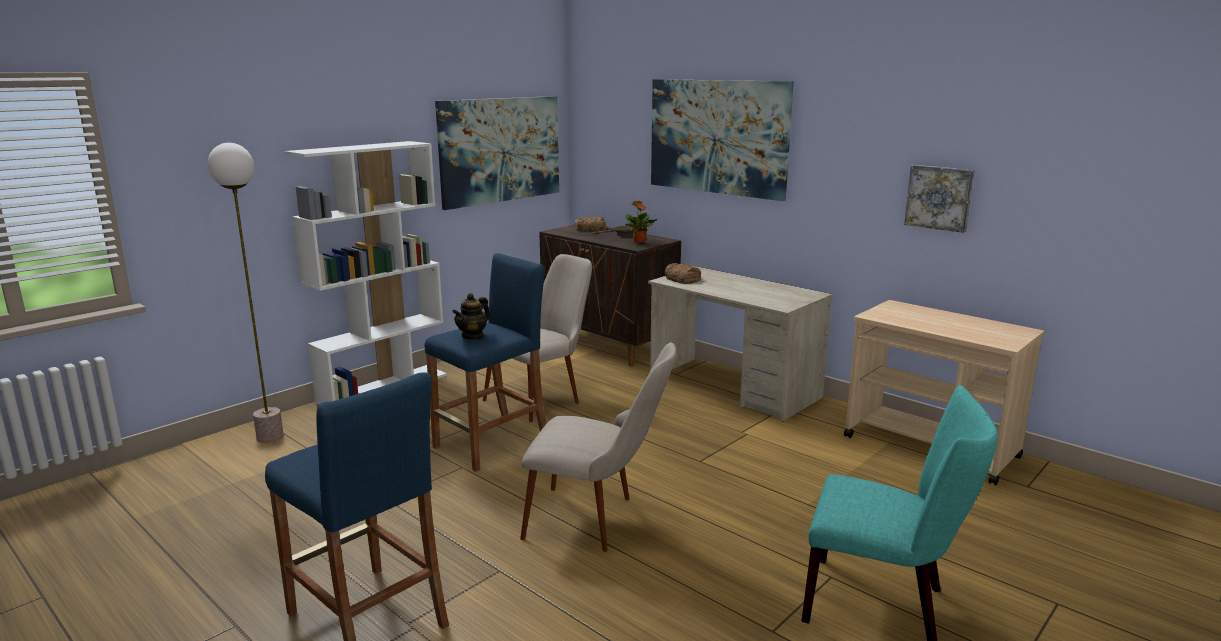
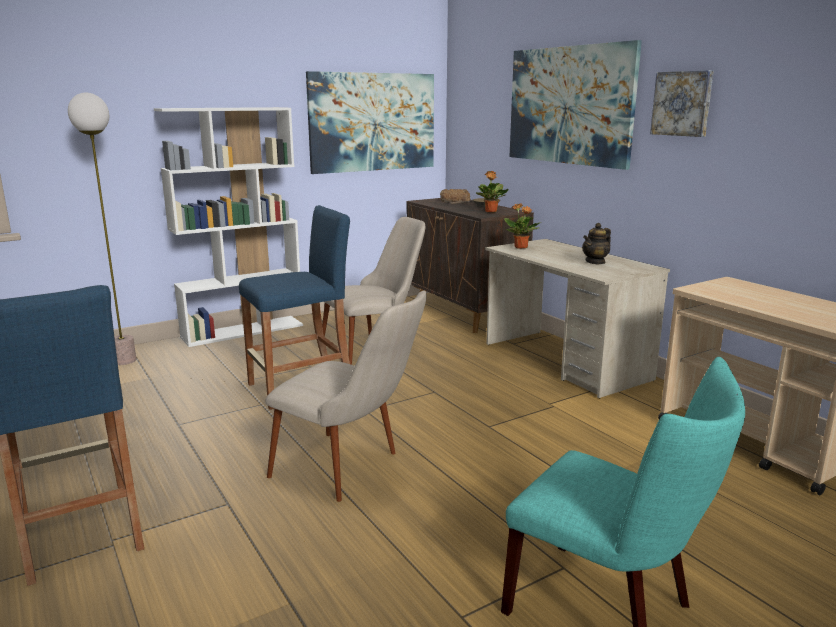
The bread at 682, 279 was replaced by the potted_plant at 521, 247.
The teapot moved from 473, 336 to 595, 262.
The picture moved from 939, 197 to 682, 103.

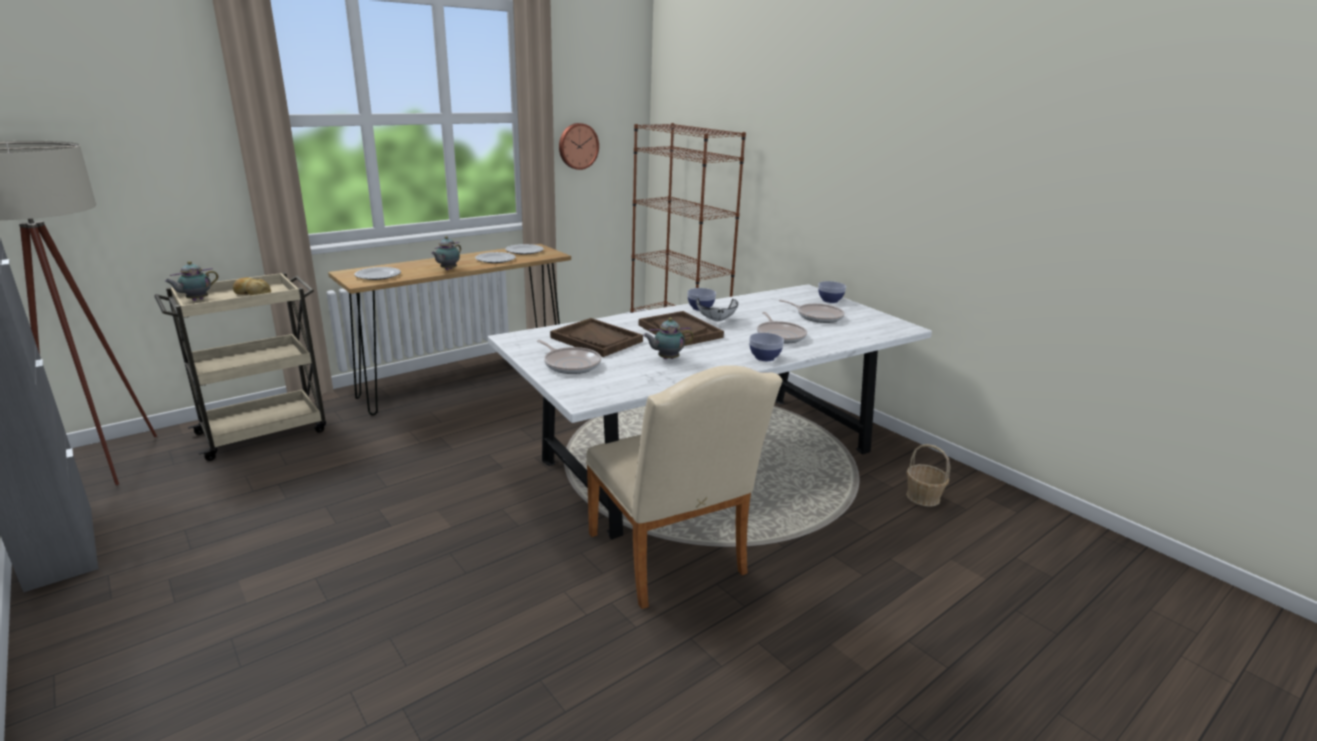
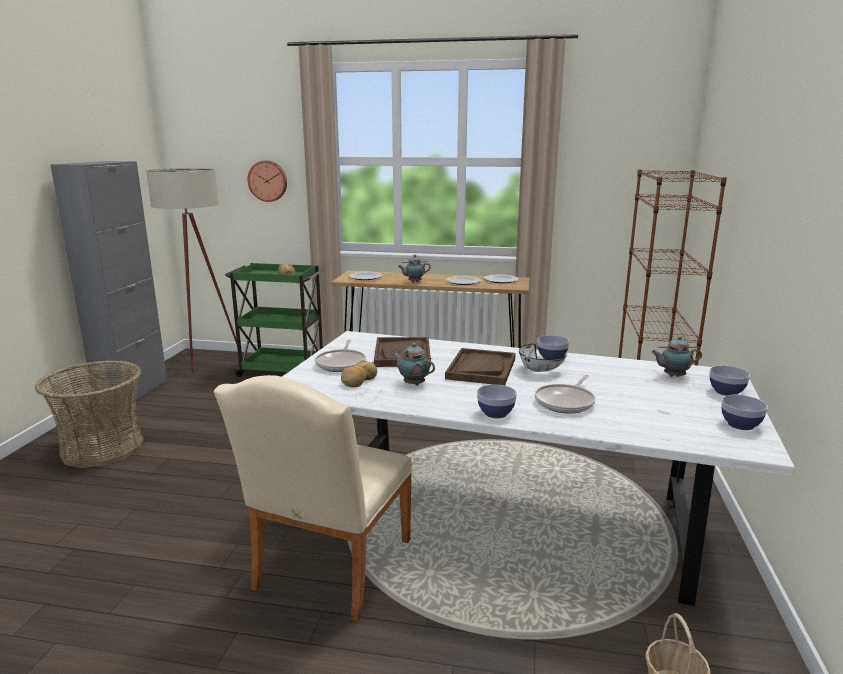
The basket at 103, 448 appeared.
The beige_cart at 265, 431 became the green_cart at 283, 371.
The wall_clock moved from 577, 146 to 268, 181.
The bread at 358, 380 appeared.
The teapot moved from 196, 300 to 672, 376.
The bowl at 740, 425 appeared.
The frying_pan at 817, 316 disappeared.

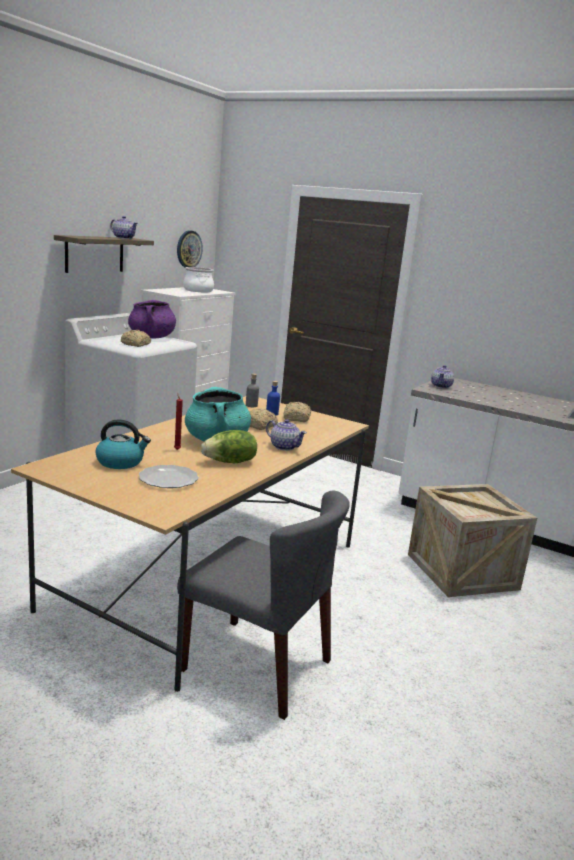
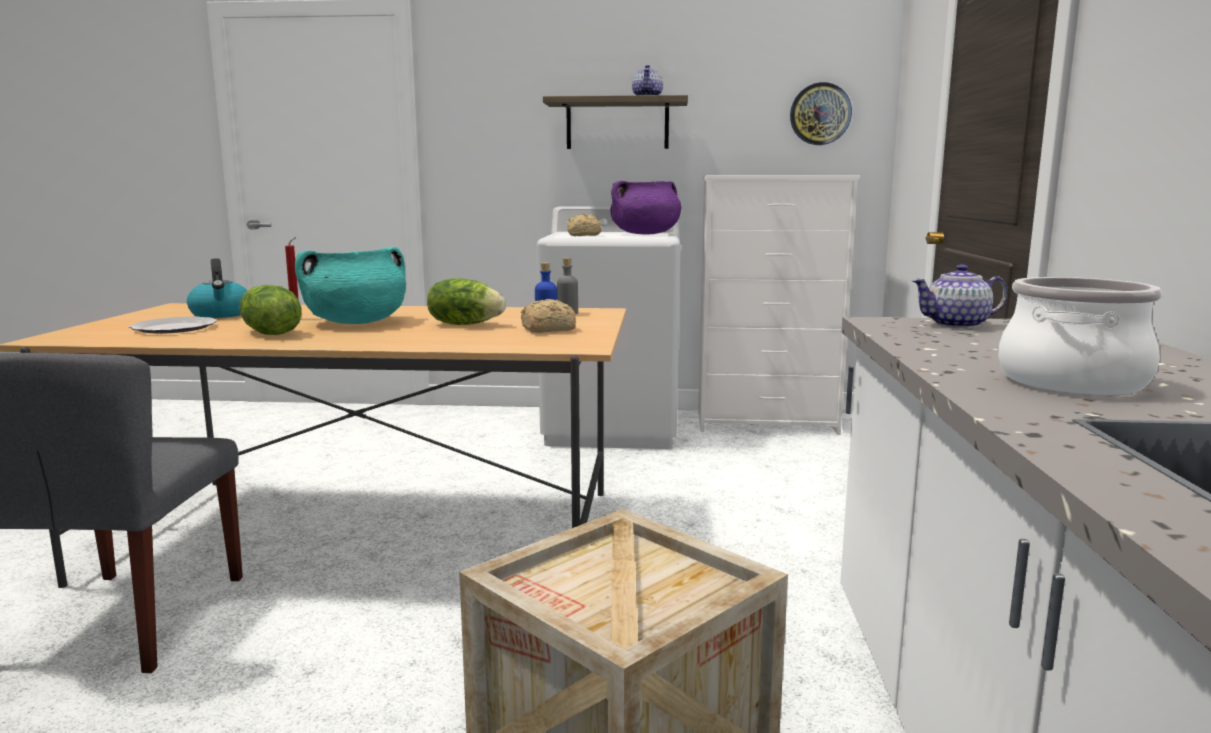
The bread at 259, 426 was replaced by the lettuce at 465, 324.
The cooking_pot moved from 198, 290 to 1073, 382.
The teapot at 284, 447 disappeared.

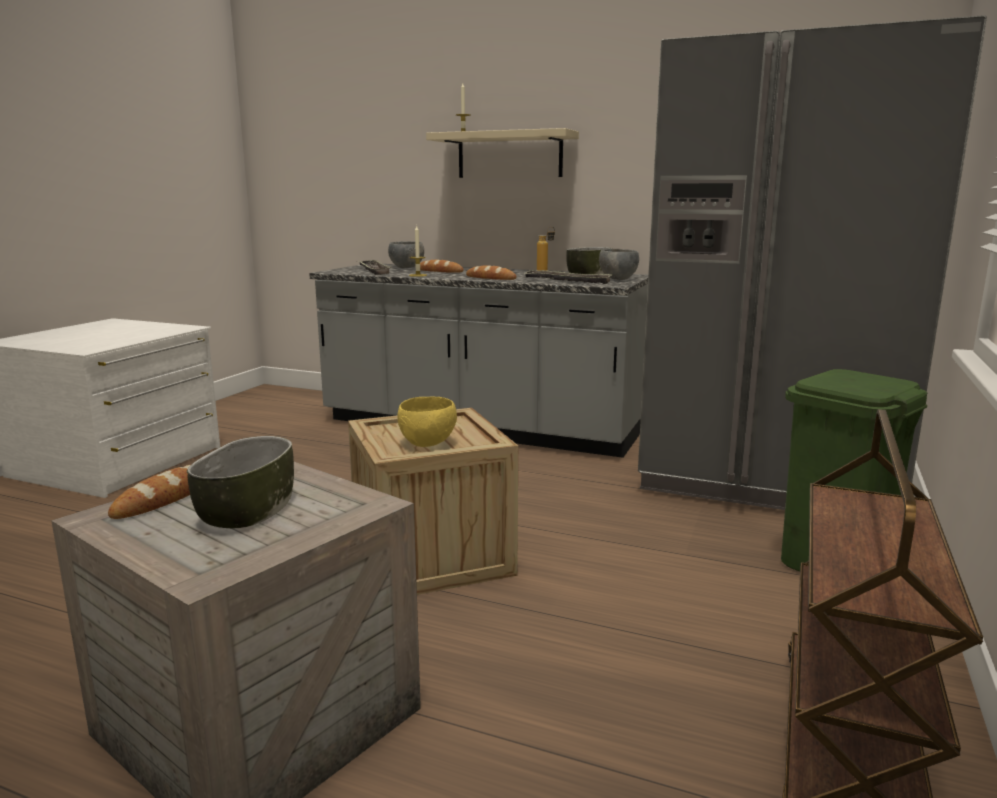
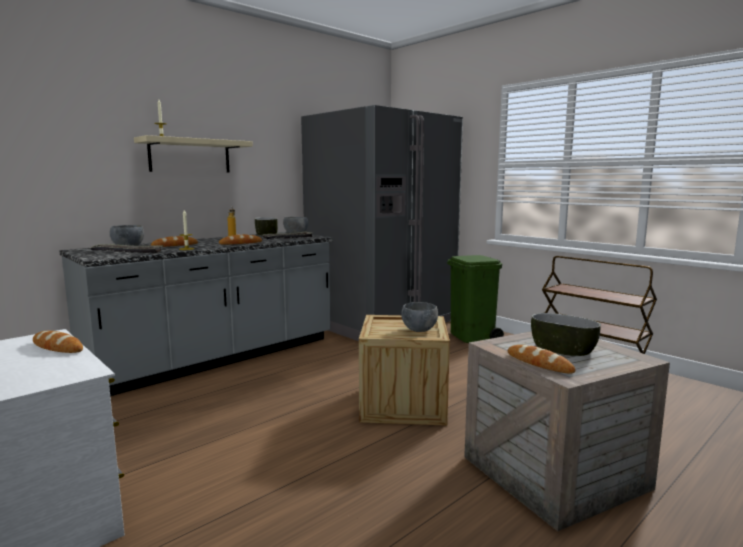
The bread at 57, 347 appeared.
The yellow_bowl at 428, 443 became the grey_bowl at 419, 330.

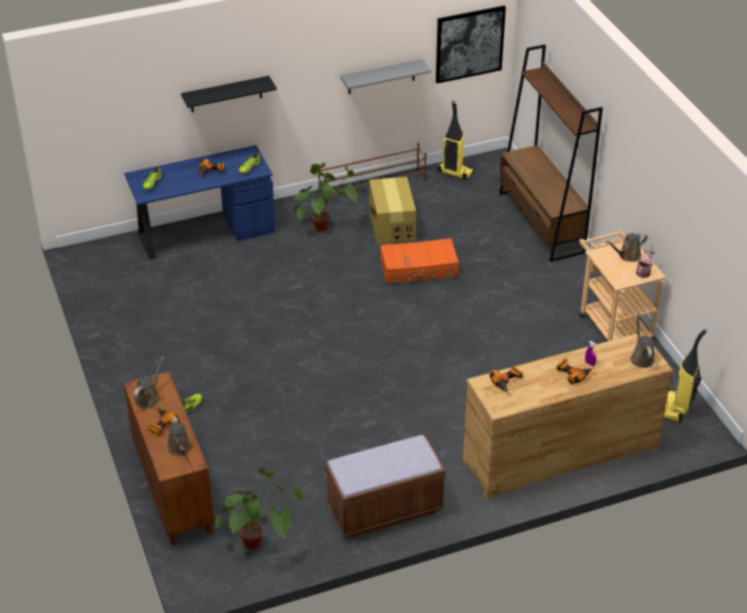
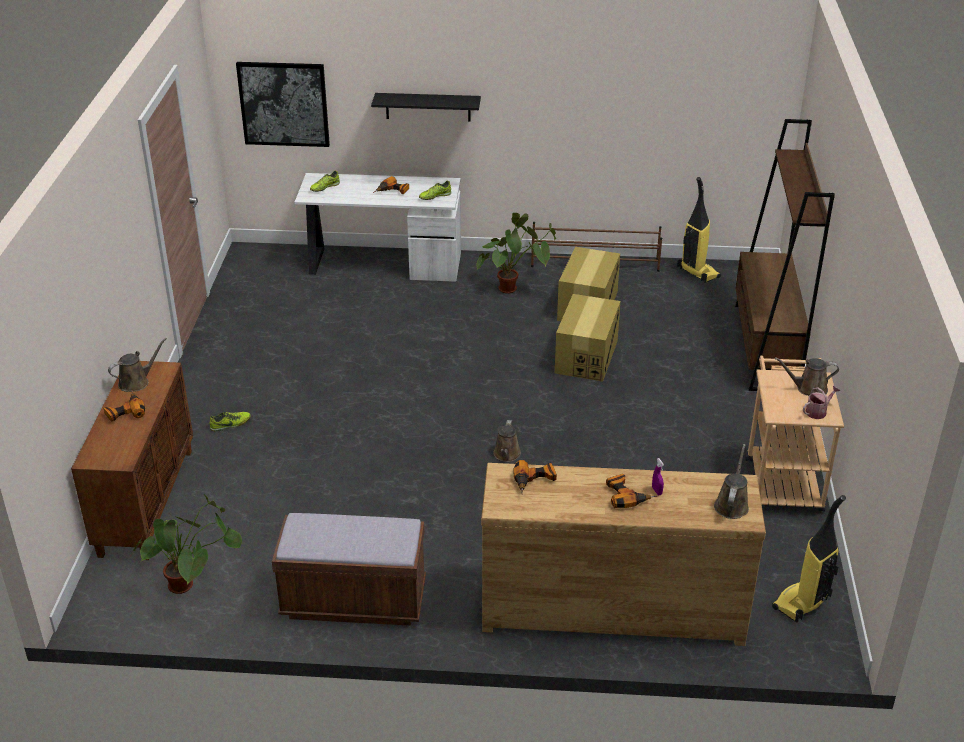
The picture moved from 469, 44 to 284, 104.
The blue_desk at 203, 232 became the white_desk at 382, 263.
The brown_watering_can moved from 180, 449 to 506, 455.
The orange_suitcase at 419, 268 was replaced by the cardboard_box at 586, 356.
The grey_shelf at 381, 77 disappeared.

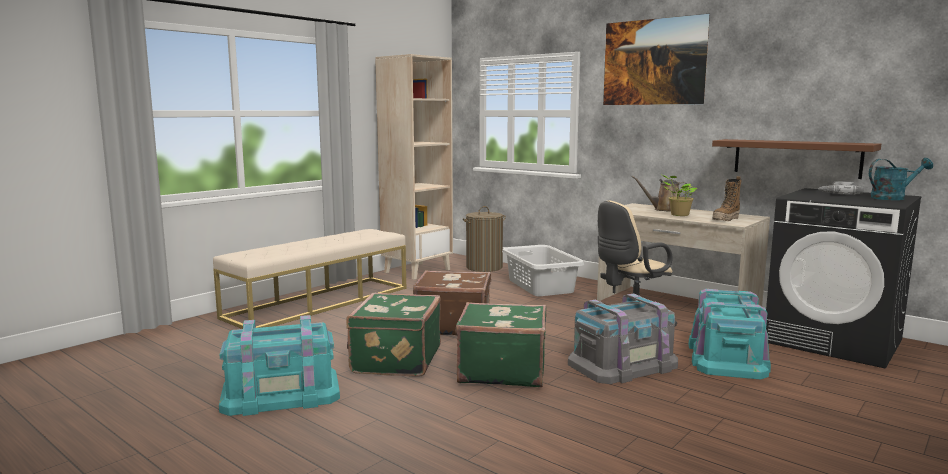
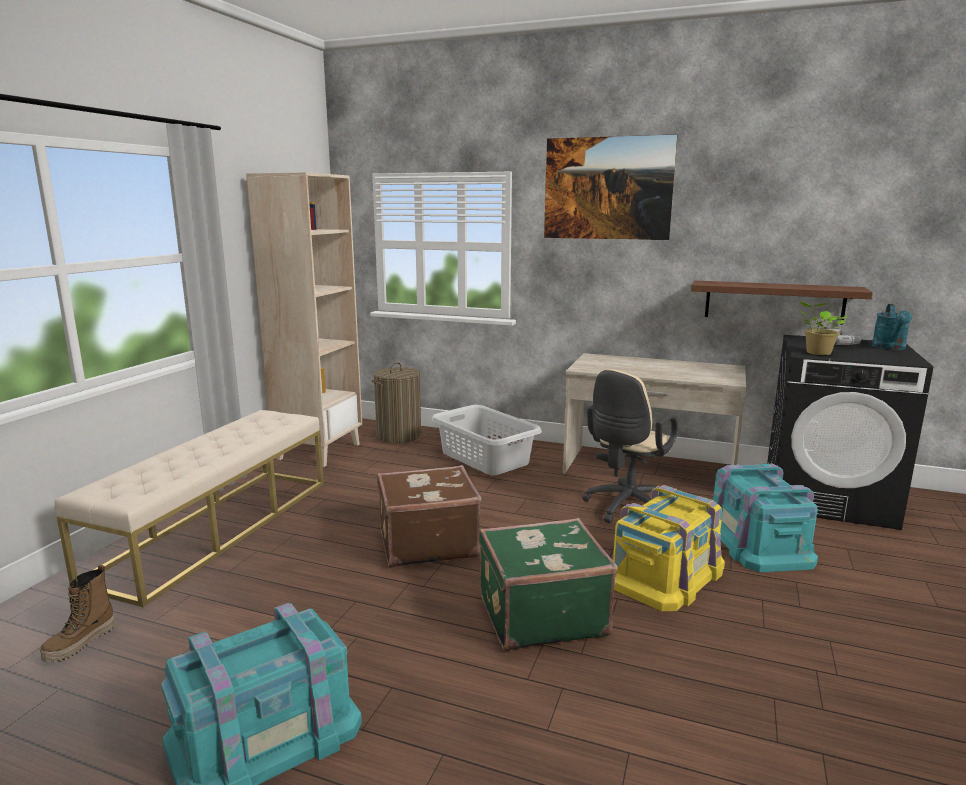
The boot moved from 726, 219 to 80, 644.
The grey_storage_box at 622, 364 became the yellow_storage_box at 664, 573.
The potted_plant moved from 678, 215 to 816, 353.
The turquoise_watering_can at 893, 198 turned 135 degrees clockwise.
The green_suitcase at 395, 360 disappeared.
The brown_watering_can at 664, 210 disappeared.

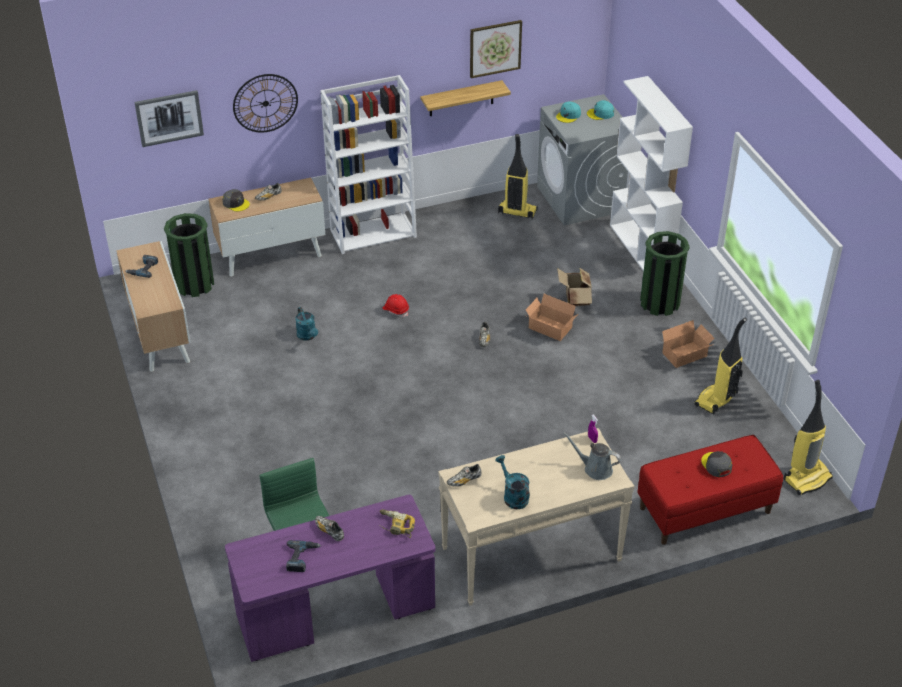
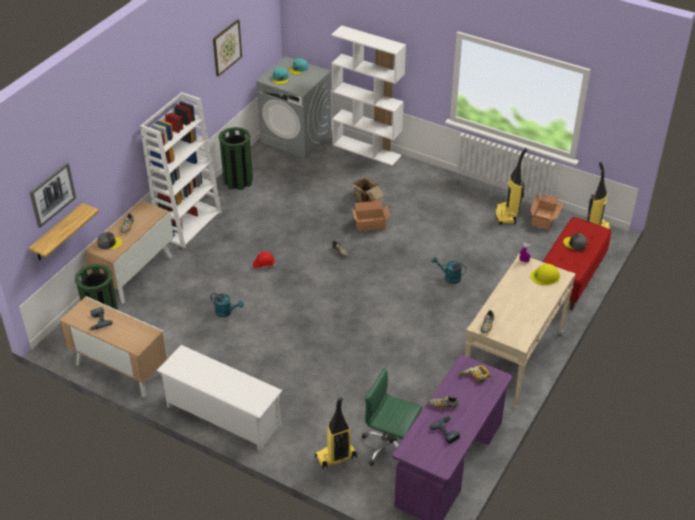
The shelf moved from 461, 98 to 58, 233.
The white_shoe_rack at 223, 416 appeared.
The green_trash_can moved from 659, 303 to 238, 181.
The vacuum_cleaner moved from 516, 212 to 335, 457.
The turquoise_watering_can moved from 513, 496 to 449, 277.
The cardboard_box moved from 686, 355 to 545, 219.
The grey_watering_can at 595, 469 was replaced by the yellow_hard_hat at 545, 276.
The wall_clock at 265, 103 disappeared.

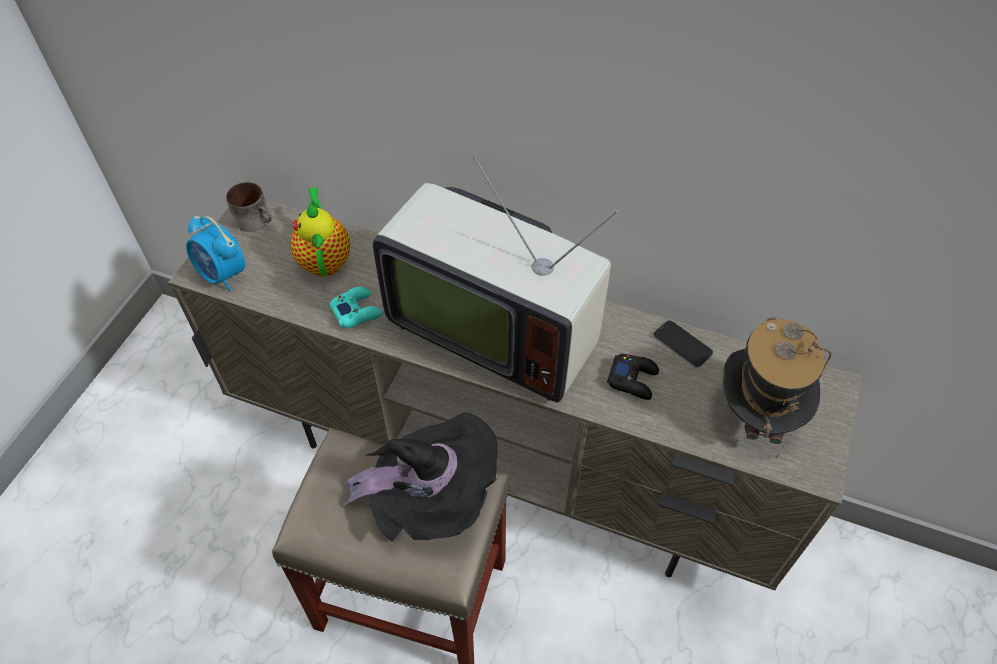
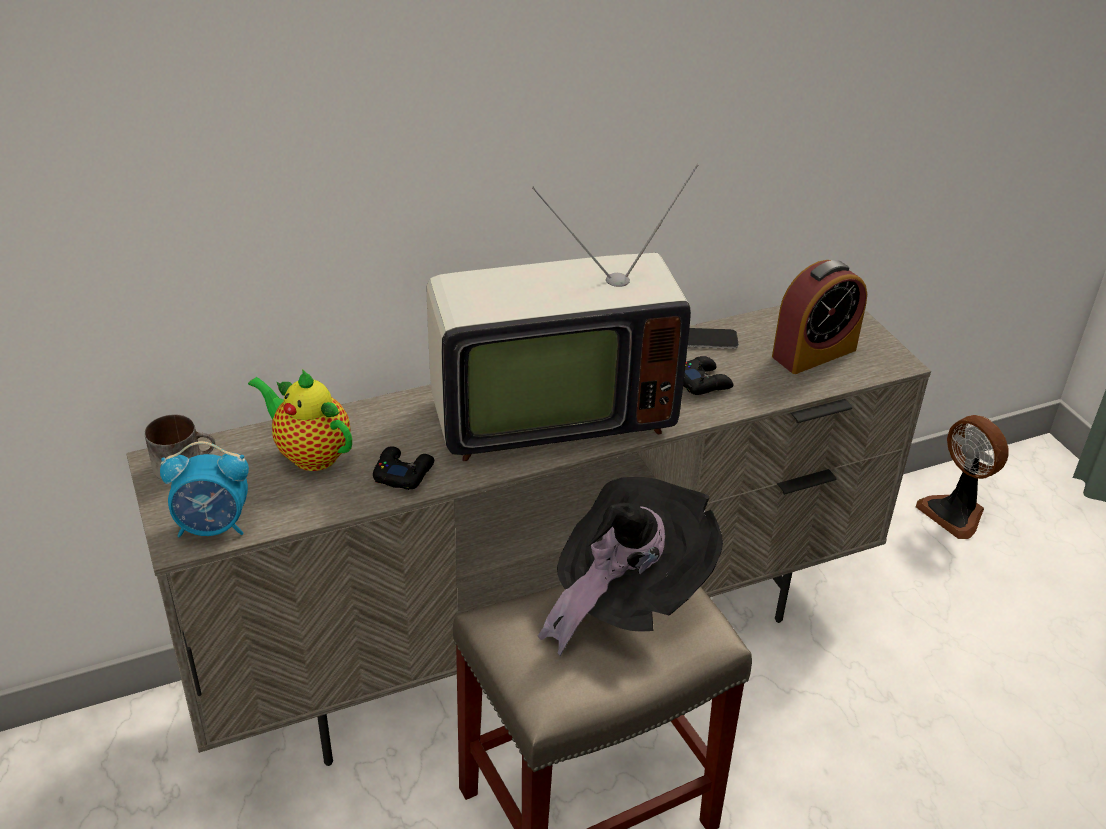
The turquoise_game_controller at 357, 311 became the black_game_controller at 403, 473.
The hat at 756, 415 was replaced by the alarm_clock at 814, 353.
The fan at 955, 513 appeared.

